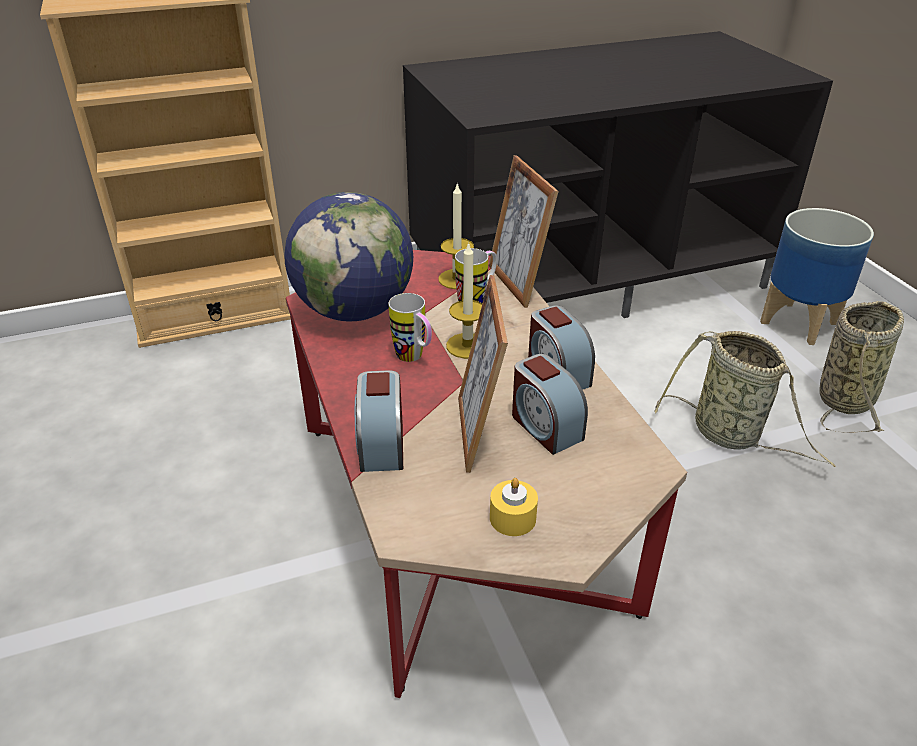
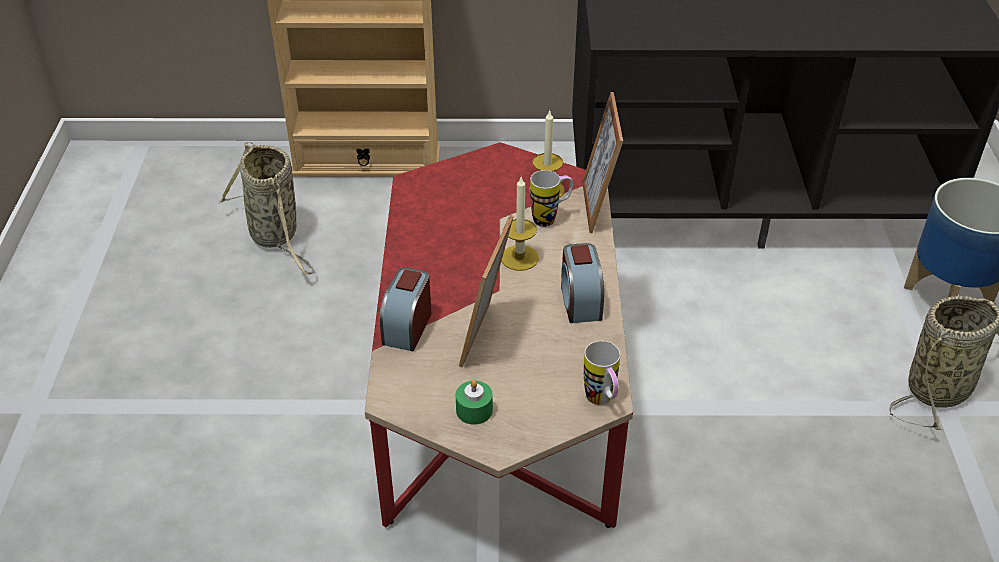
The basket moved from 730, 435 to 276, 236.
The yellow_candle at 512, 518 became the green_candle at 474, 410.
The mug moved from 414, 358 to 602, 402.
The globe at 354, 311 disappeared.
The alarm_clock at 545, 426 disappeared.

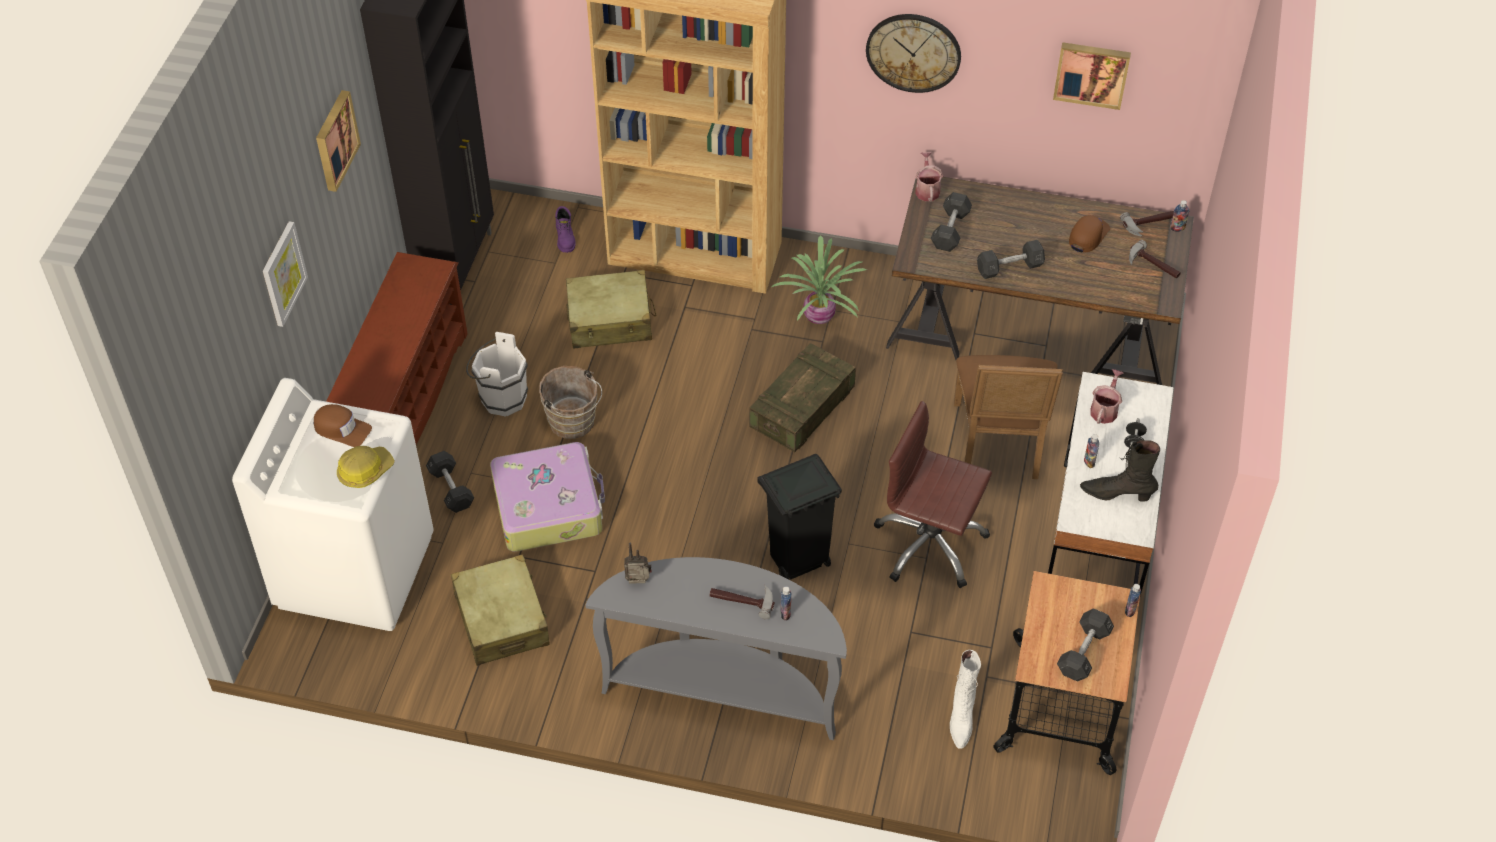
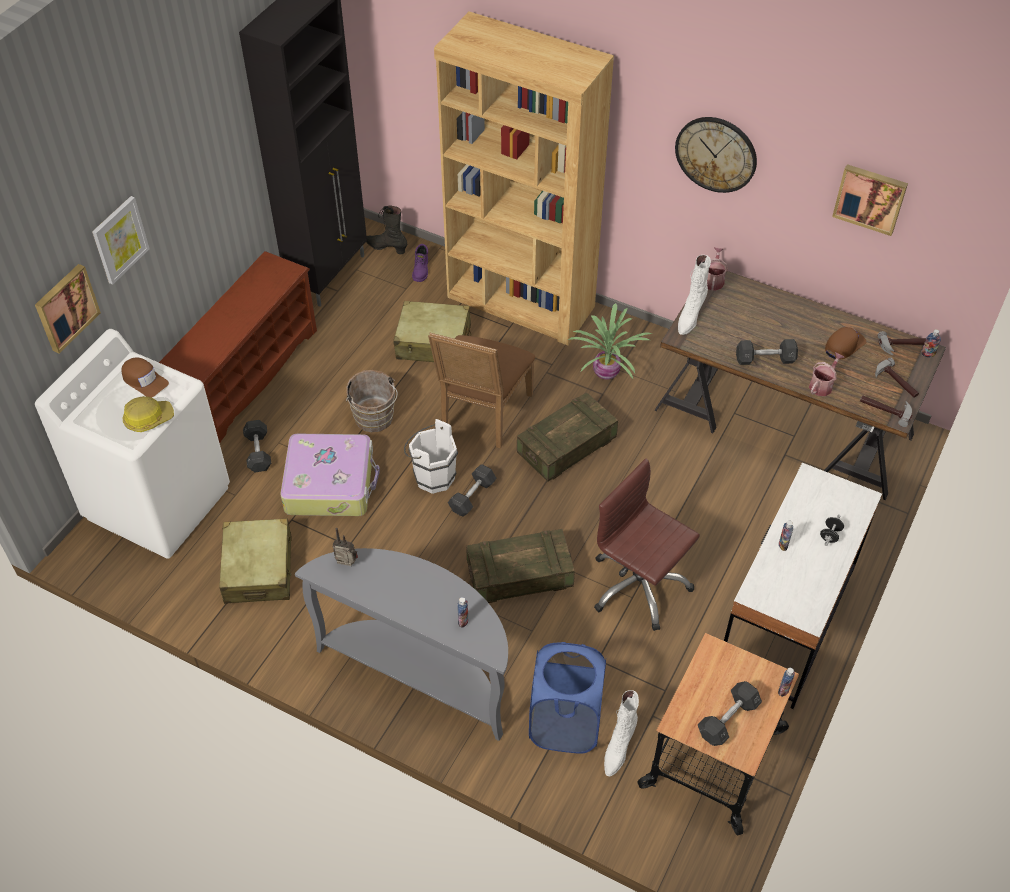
The picture moved from 334, 140 to 65, 307.
The black_boot moved from 1116, 494 to 386, 247.
The white_bucket moved from 500, 398 to 431, 476.
The brown_chair moved from 999, 446 to 482, 416.
The grey_dumbbell moved from 950, 230 to 472, 496.
The black_trash_can at 797, 562 was replaced by the crate at 519, 576.
The blue_laundry_basket at 565, 724 appeared.
The white_boot at 690, 317 appeared.
The watering_can moved from 1105, 409 to 822, 385.
The hammer moved from 742, 600 to 885, 409.

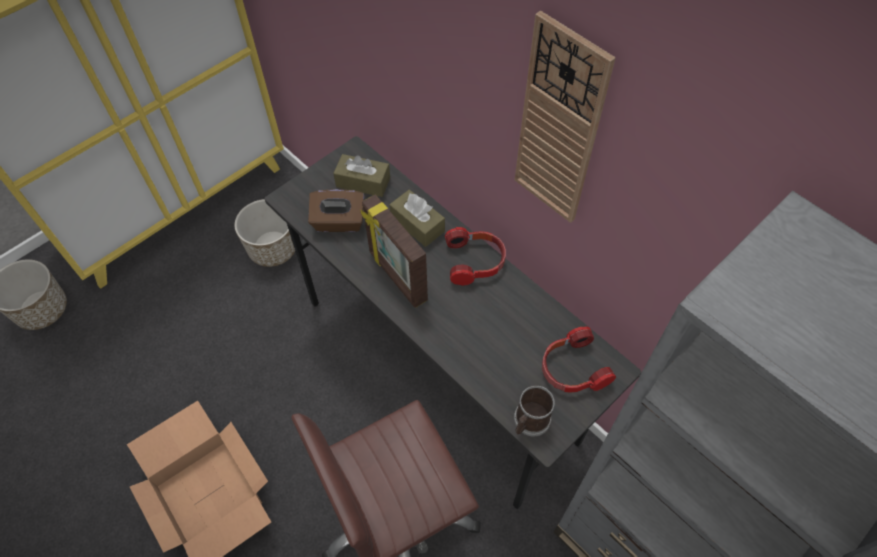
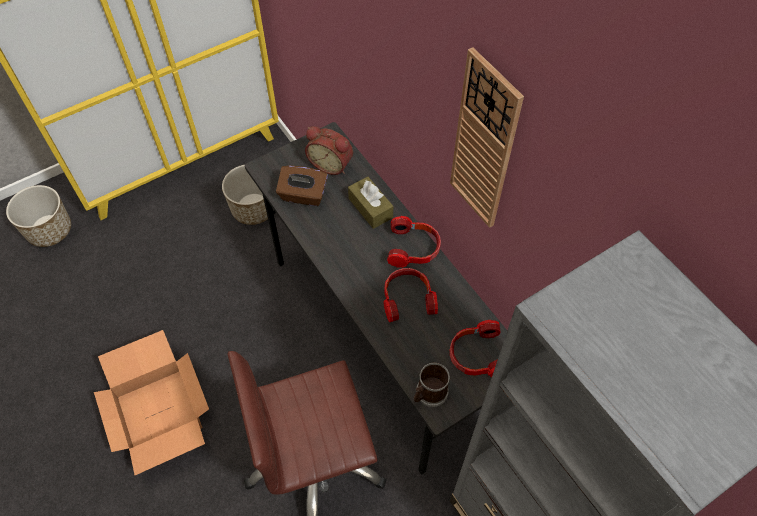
The brown_tissue_box at 363, 182 was replaced by the alarm_clock at 331, 164.
The headphones at 407, 299 appeared.
The picture_frame at 396, 276 disappeared.

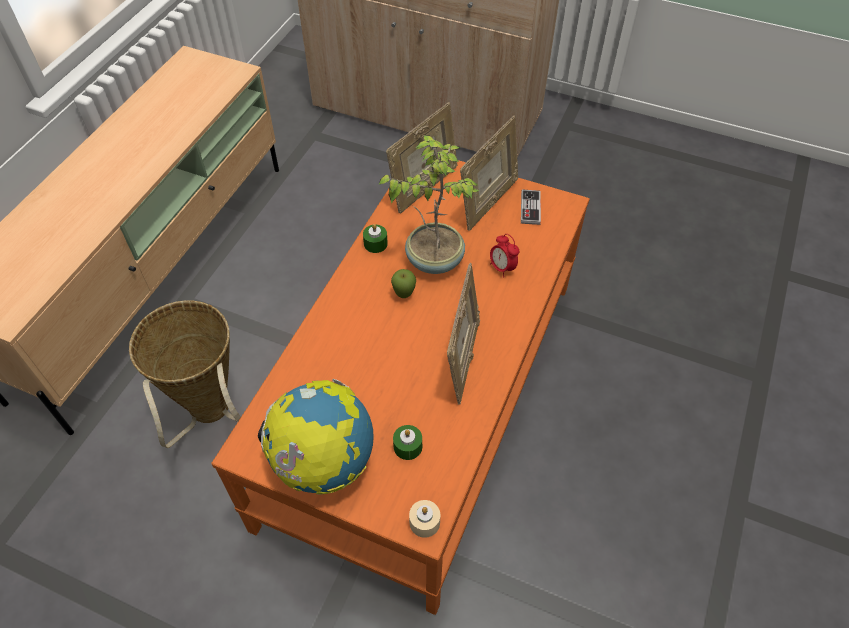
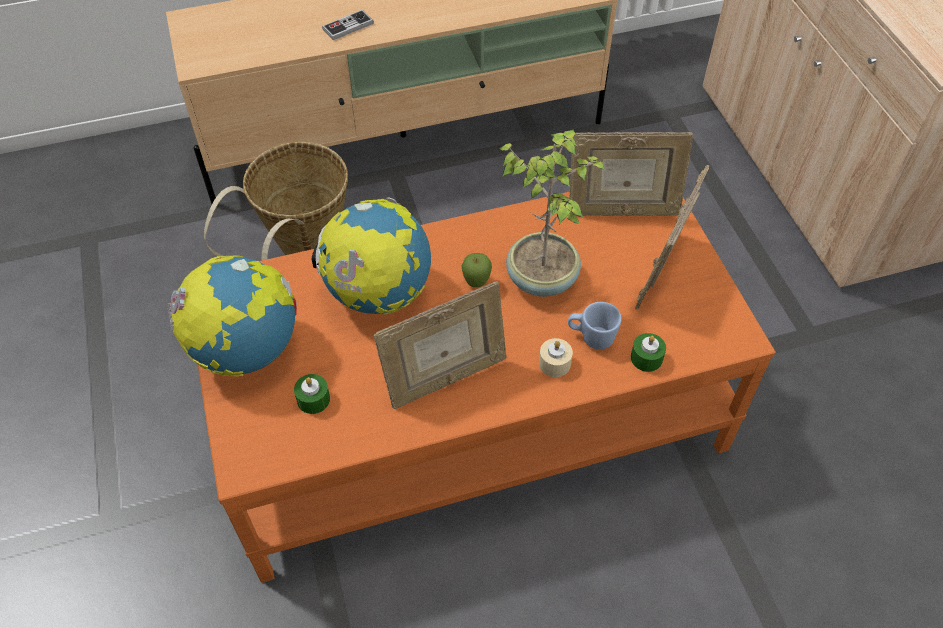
The globe at 378, 293 appeared.
The game_controller moved from 530, 208 to 348, 26.
The beige_candle moved from 424, 522 to 554, 363.
The alarm_clock at 502, 268 was replaced by the blue_mug at 591, 337.
The green_candle moved from 375, 244 to 646, 358.
The picture_frame at 488, 203 turned 120 degrees clockwise.

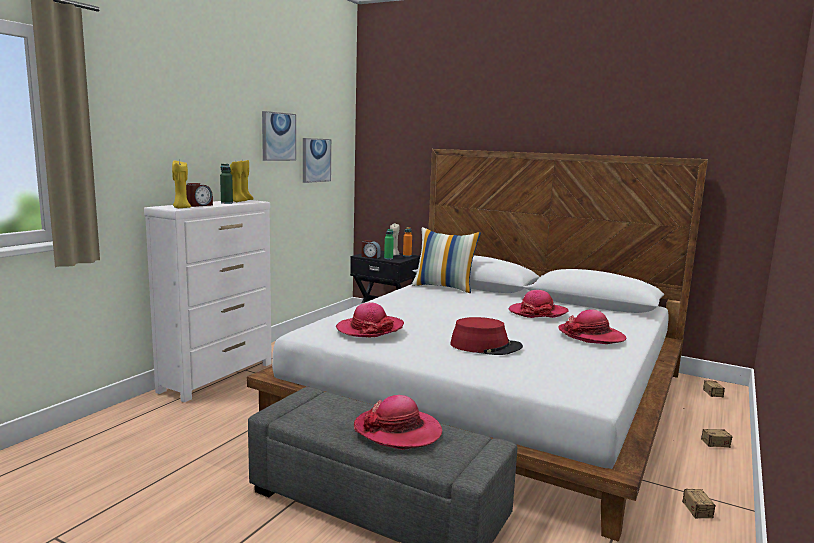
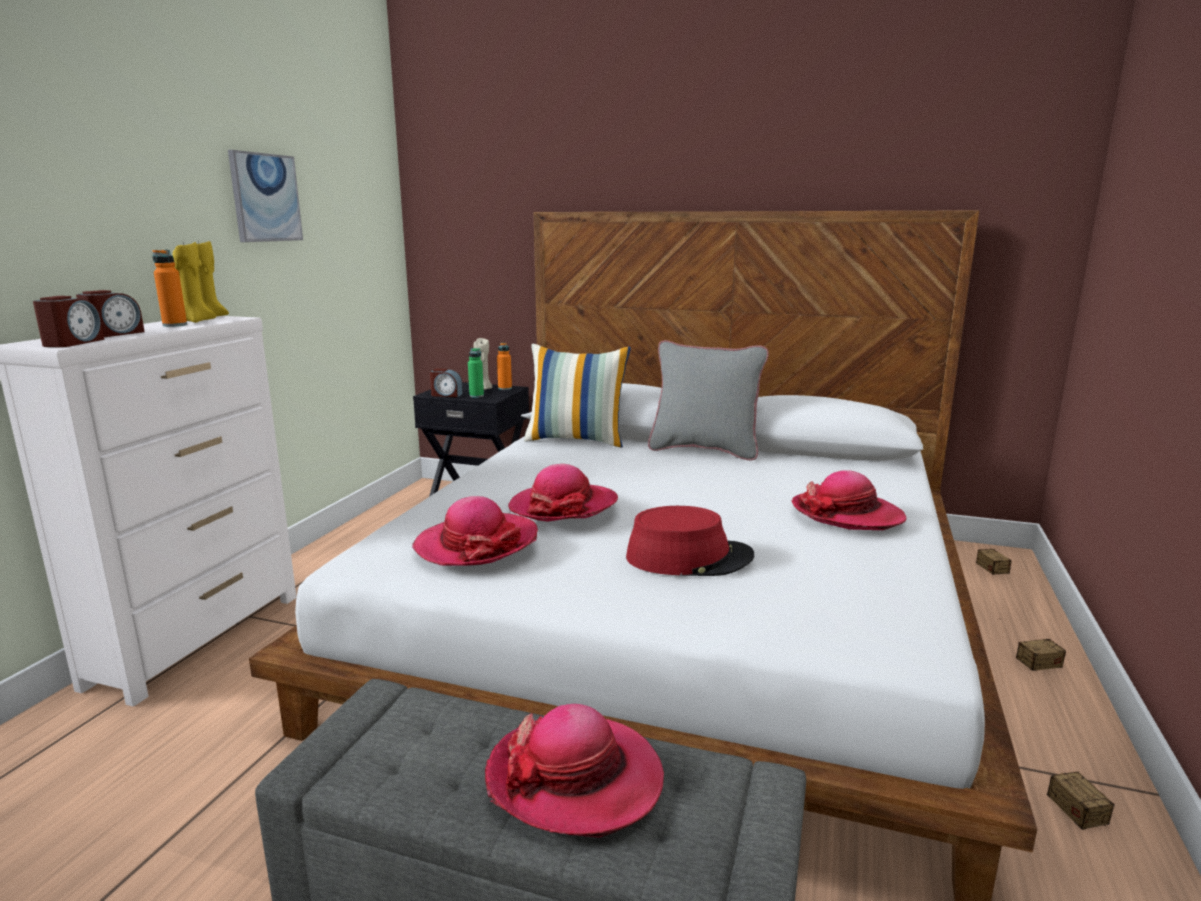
The yellow_candle at 181, 208 was replaced by the alarm_clock at 73, 343.
The green_bottle at 226, 203 became the orange_bottle at 175, 325.
The hat moved from 538, 312 to 563, 506.
The grey_pillow at 704, 450 appeared.
The picture at 316, 160 disappeared.

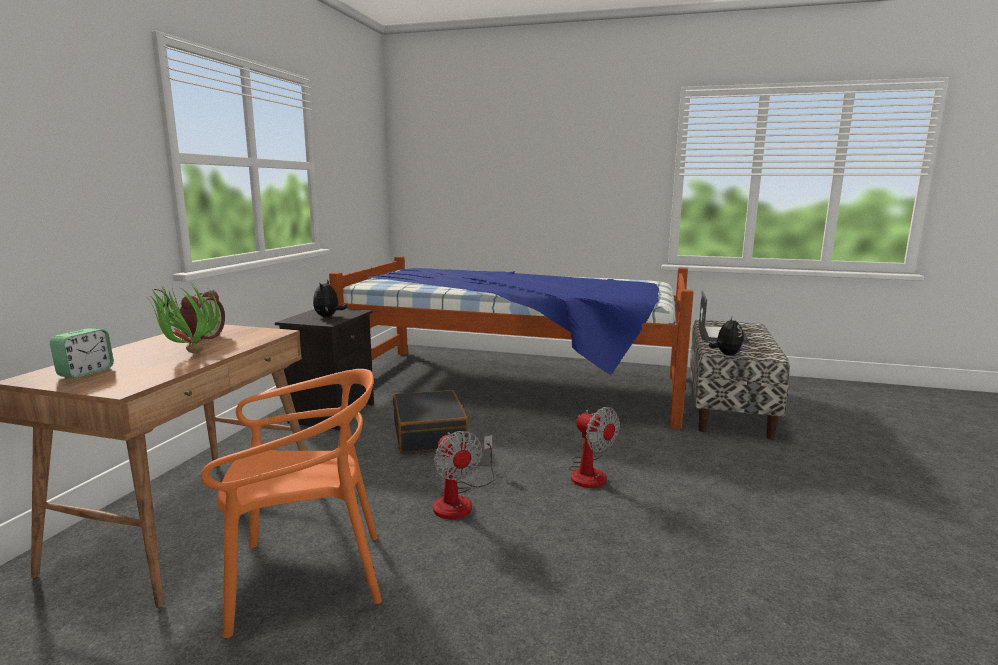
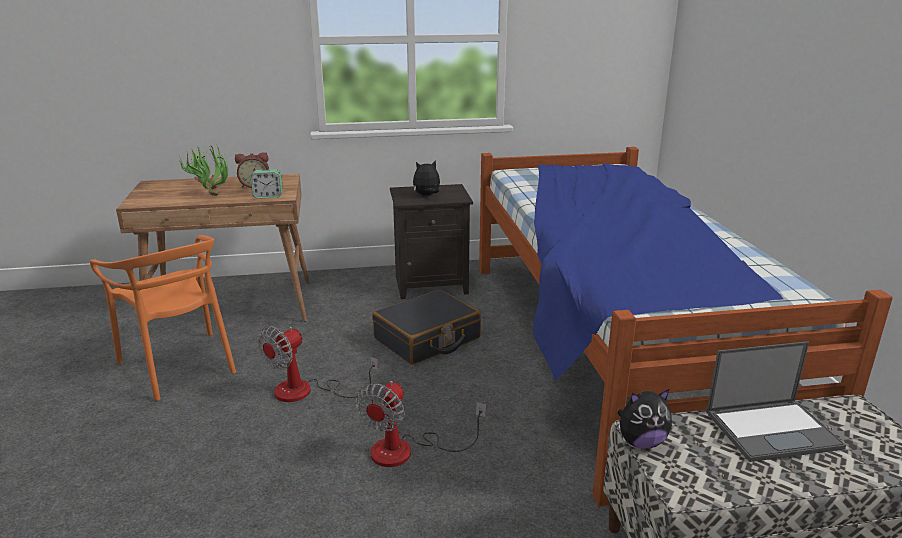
The alarm_clock moved from 86, 372 to 268, 196.

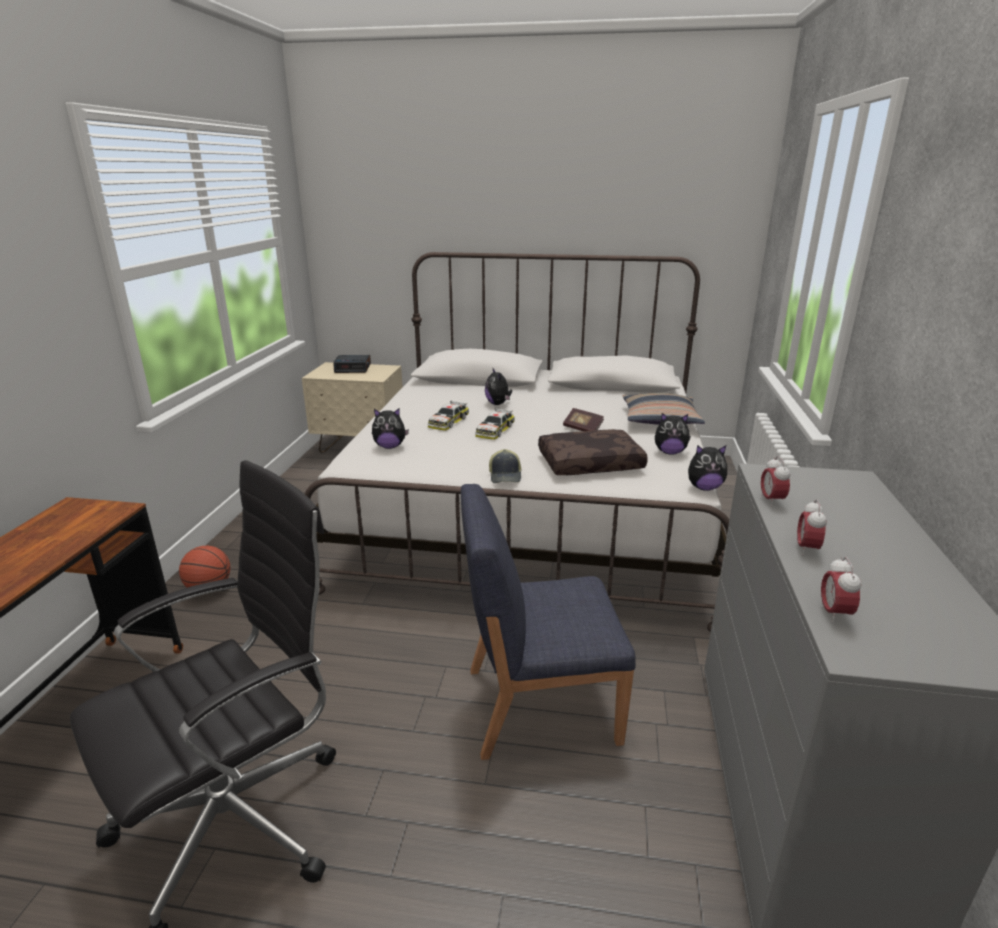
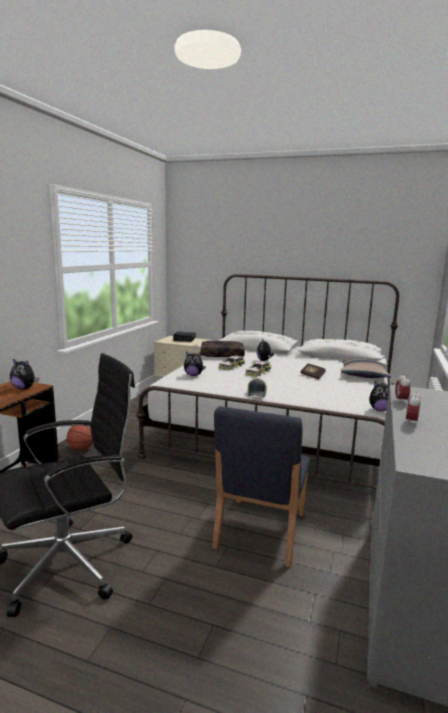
The plush_toy moved from 670, 452 to 24, 388.
The brown_pillow moved from 590, 463 to 222, 354.
The blue_chair at 539, 704 turned 75 degrees counterclockwise.
The alarm_clock at 834, 613 disappeared.

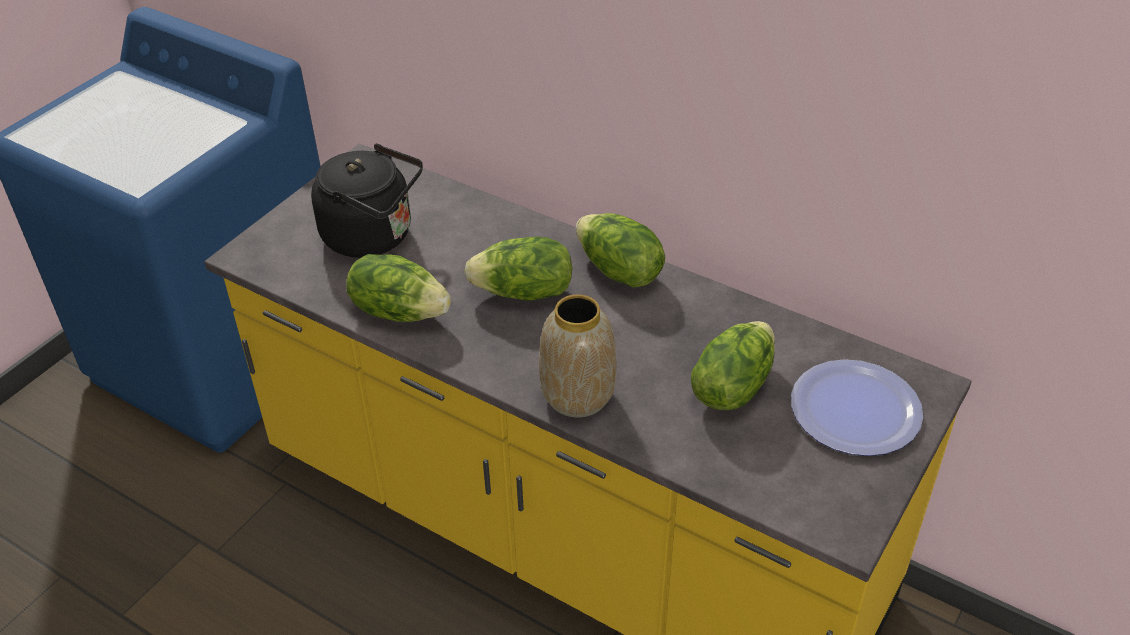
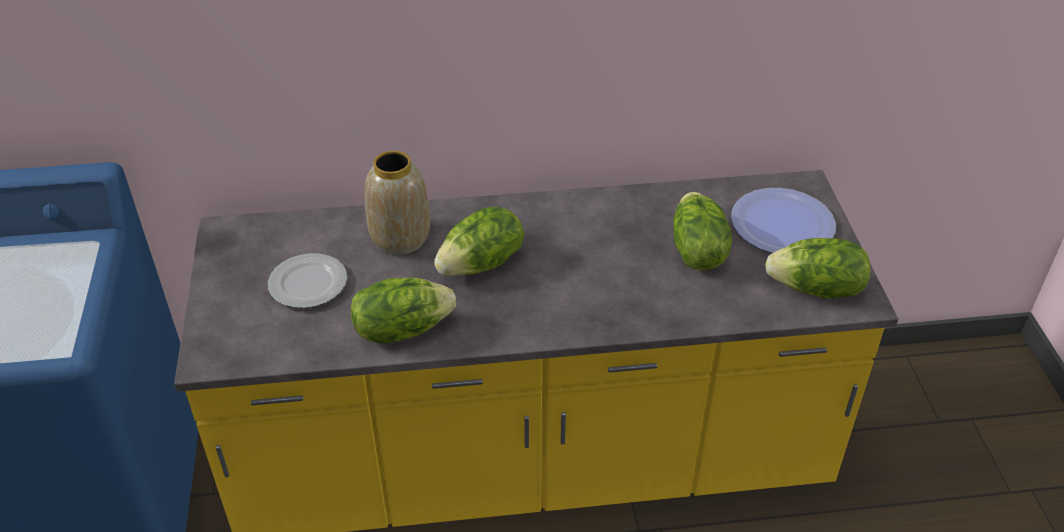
The black_kettle at 374, 236 was replaced by the plate at 309, 284.
The vase moved from 577, 397 to 400, 239.
The lettuce moved from 618, 271 to 816, 289.

